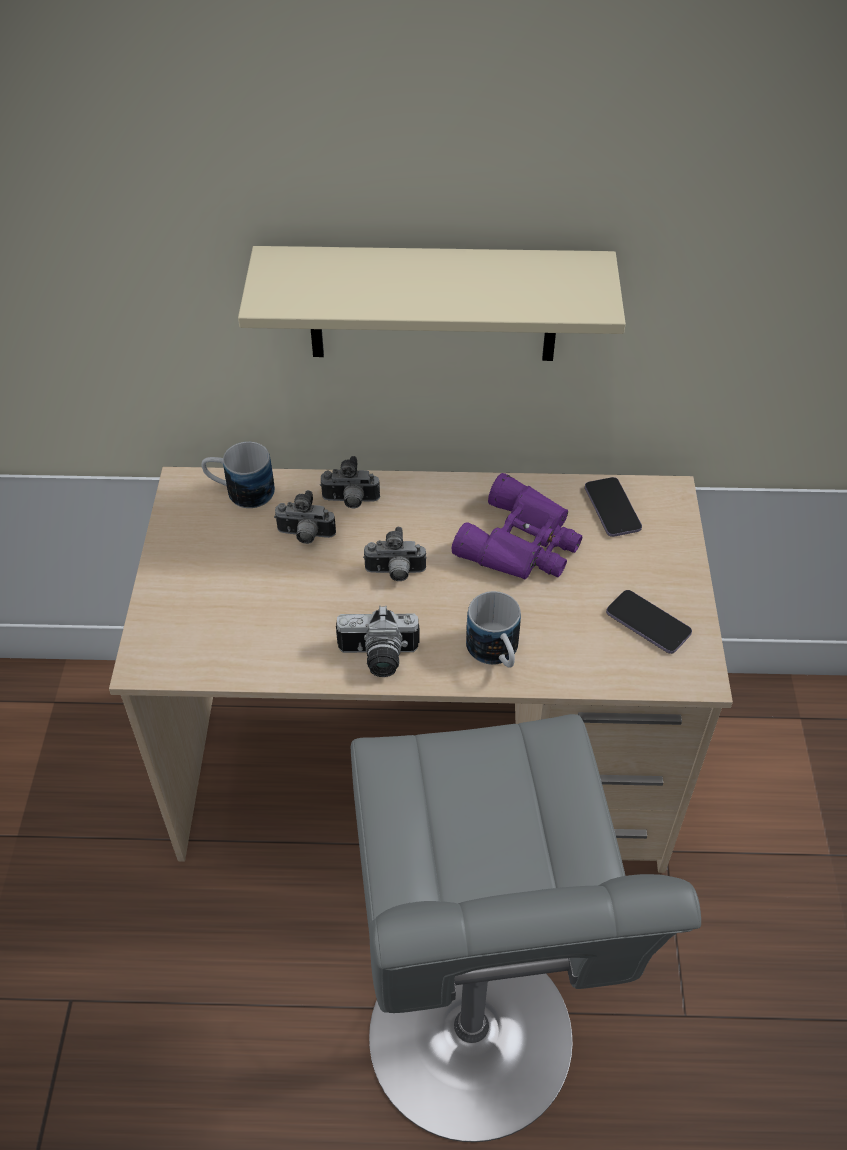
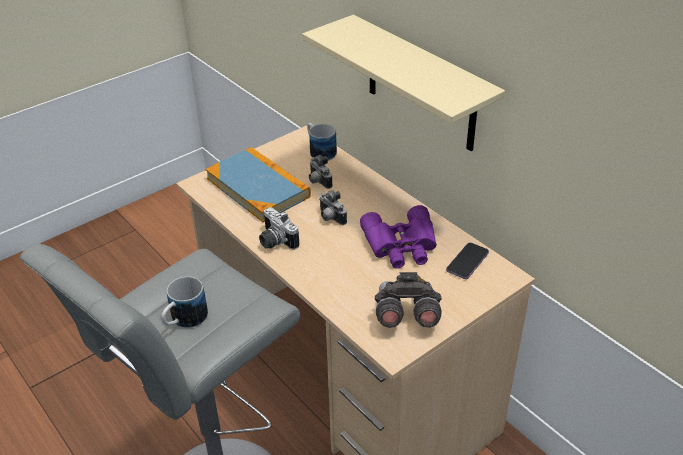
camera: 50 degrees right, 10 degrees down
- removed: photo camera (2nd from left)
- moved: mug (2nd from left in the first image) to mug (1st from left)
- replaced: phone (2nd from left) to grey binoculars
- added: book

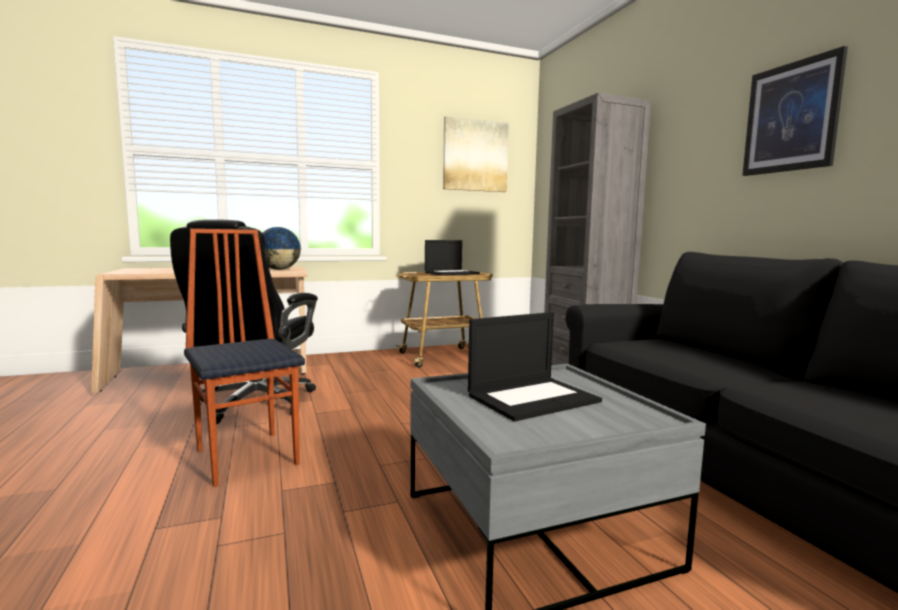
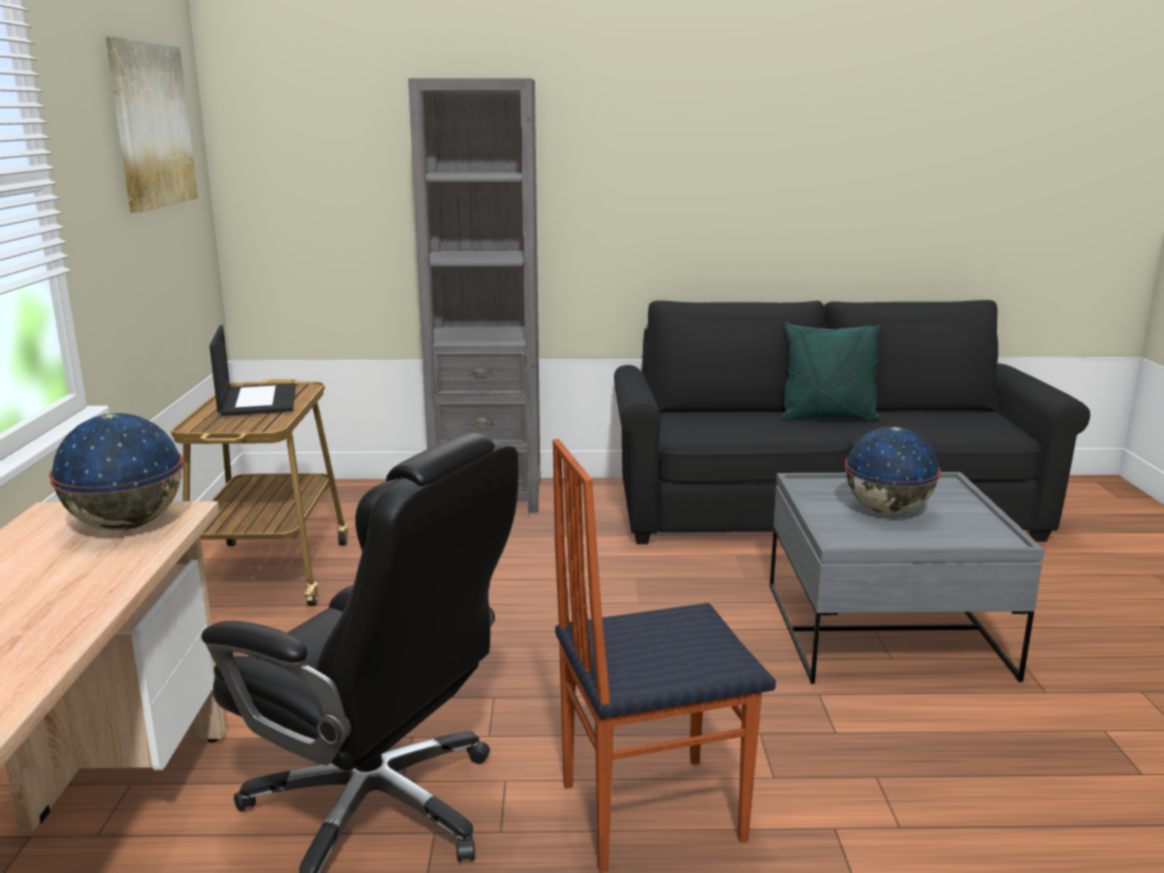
camera: 70 degrees left, 10 degrees up
- replaced: laptop (2nd from left) to globe (2nd from left)
- removed: picture (2nd from left)
- added: green pillow

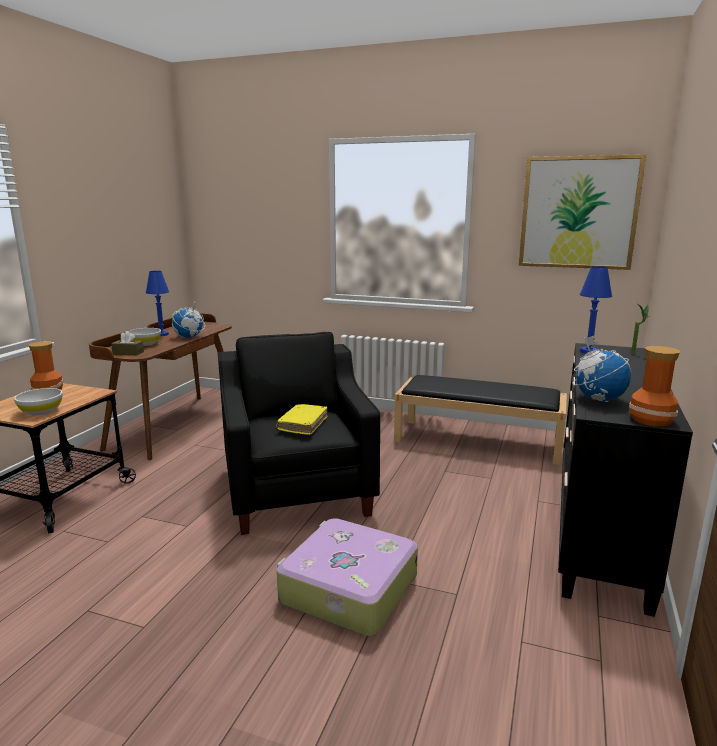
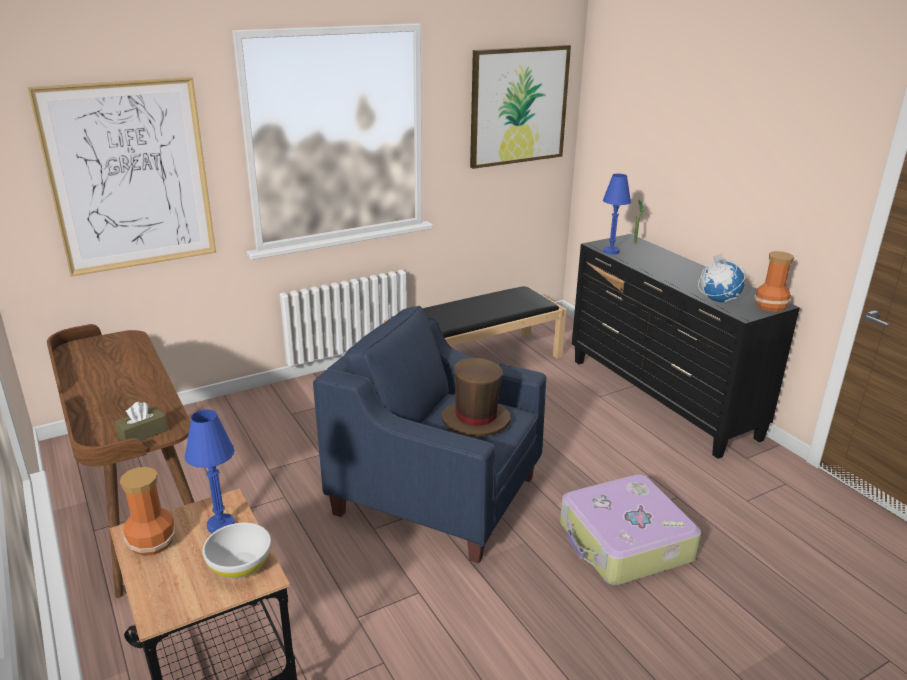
camera: 50 degrees left, 10 degrees up
- removed: white bowl (2nd from left)
- moved: blue table lamp (1st from left)
- removed: globe (1st from left)
- recoloured: black armchair to blue armchair
- replaced: yellow book to brown hat
- added: picture (1st from left)

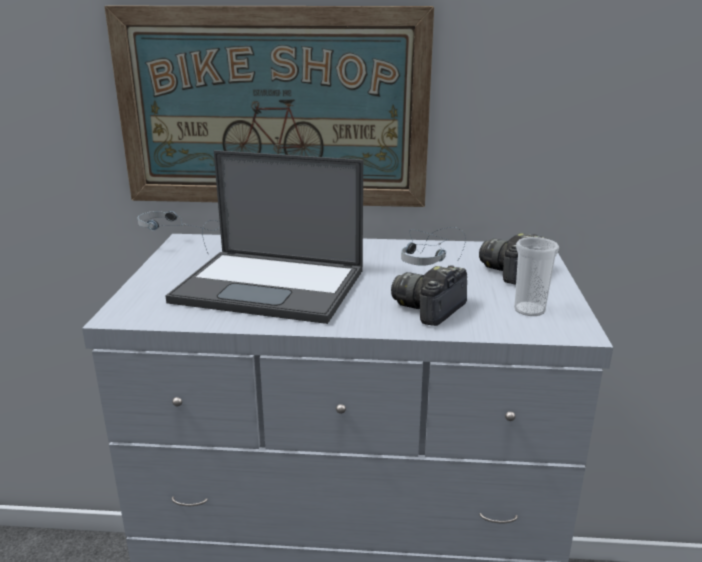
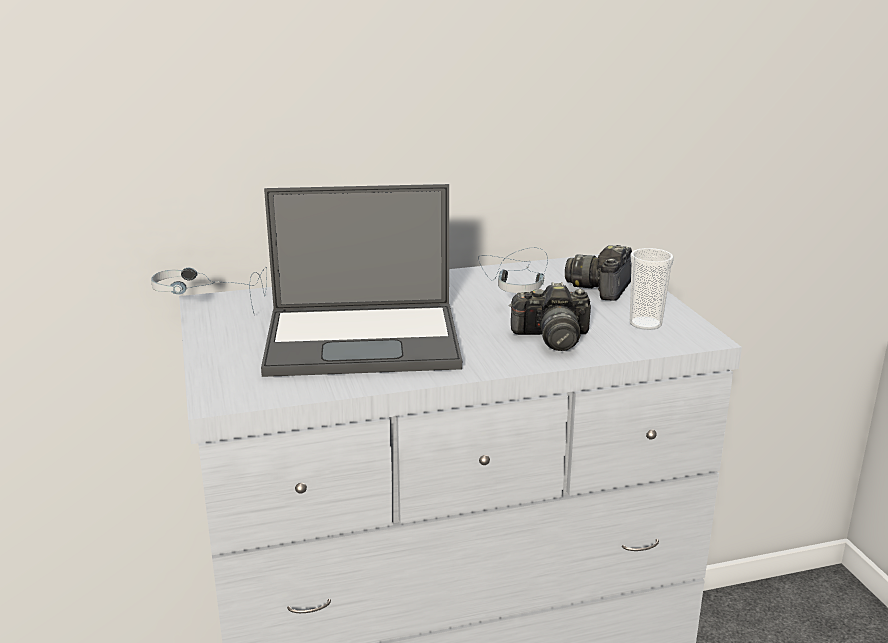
camera: 20 degrees left, 0 degrees up
- removed: picture
- turned: photo camera (1st from left) 105 degrees counterclockwise

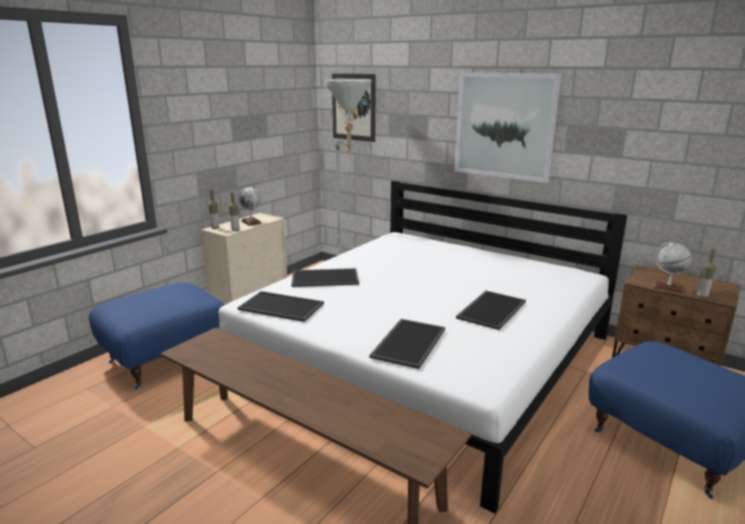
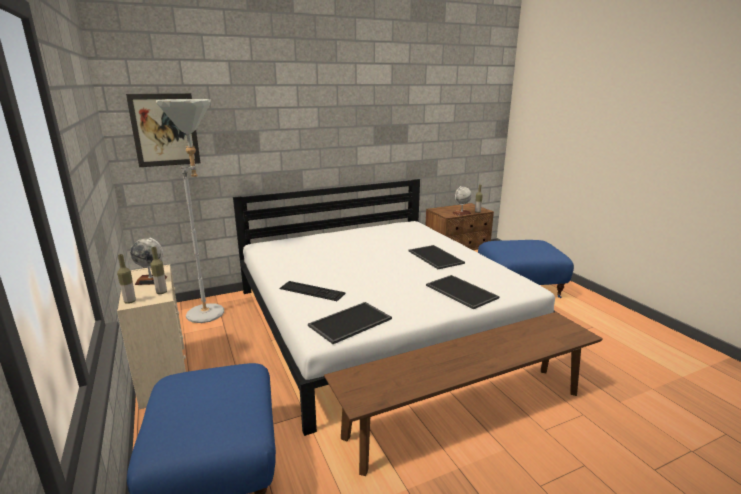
camera: 60 degrees left, 0 degrees up
- replaced: tray (2nd from left) to keyboard
- removed: picture (2nd from left)

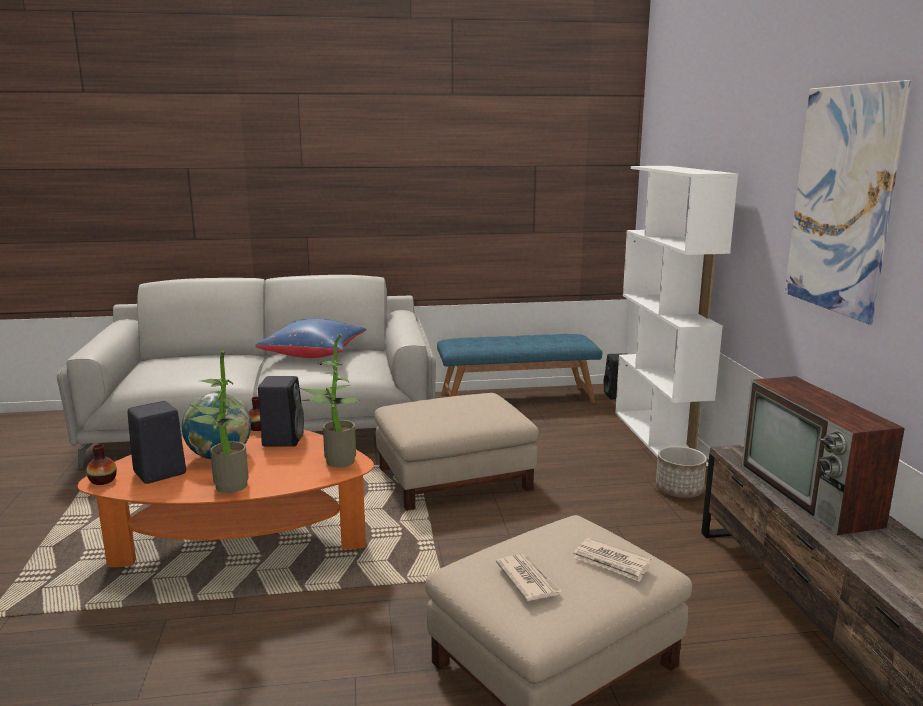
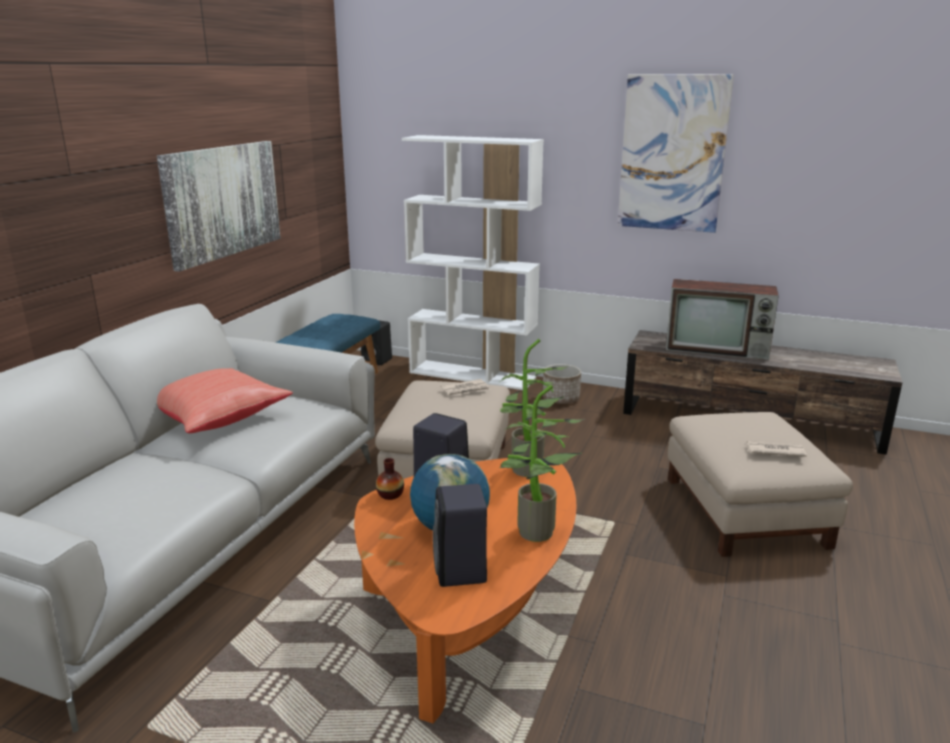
camera: 60 degrees left, 5 degrees up
- removed: vase (1st from left)
- recoloured: blue pillow to red pillow
- moved: newspaper (2nd from left in the first image) to newspaper (1st from left)
- added: picture (1st from left)

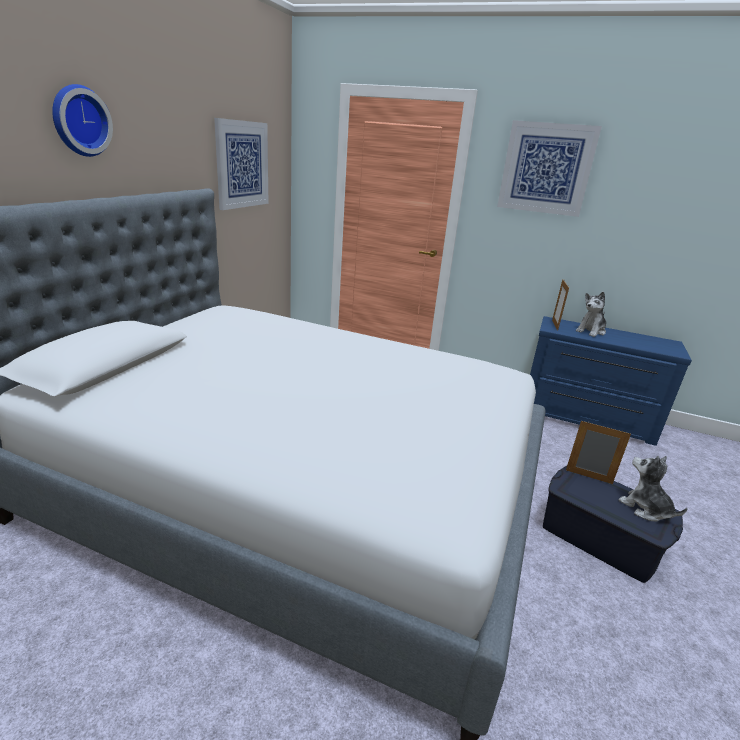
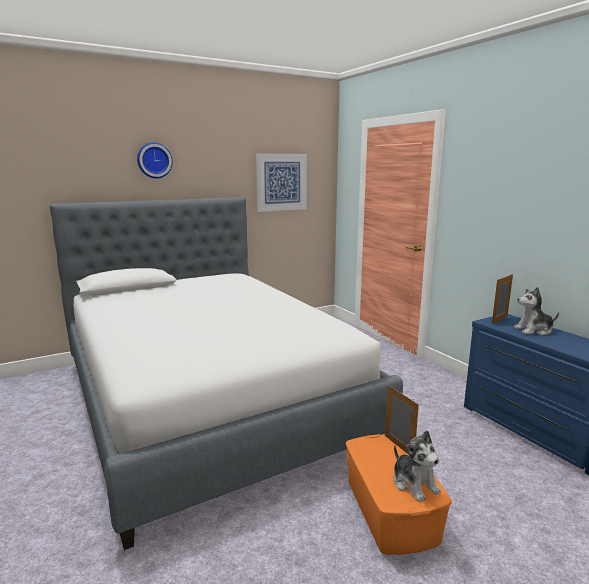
camera: 40 degrees right, 10 degrees down
- removed: picture (2nd from left)
- recoloured: blue storage box to orange storage box
- turned: plush toy (2nd from left in the first image) 150 degrees clockwise

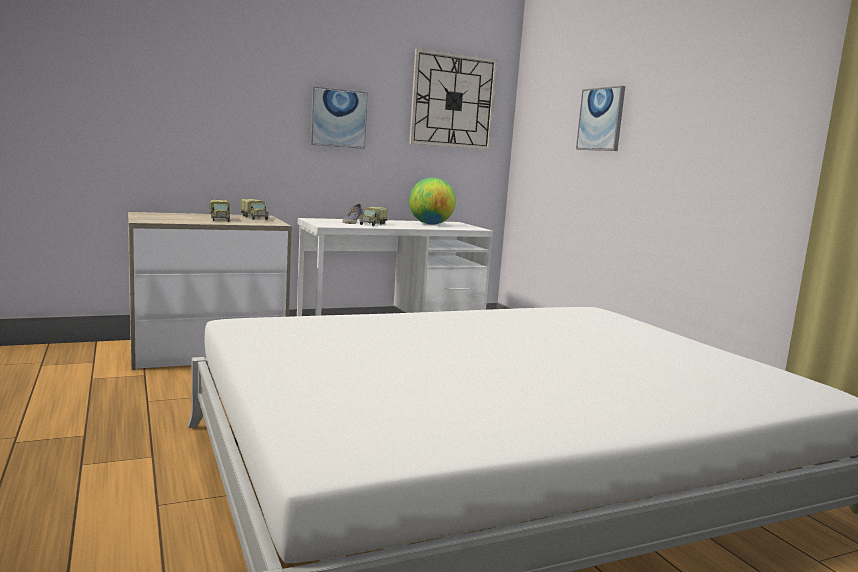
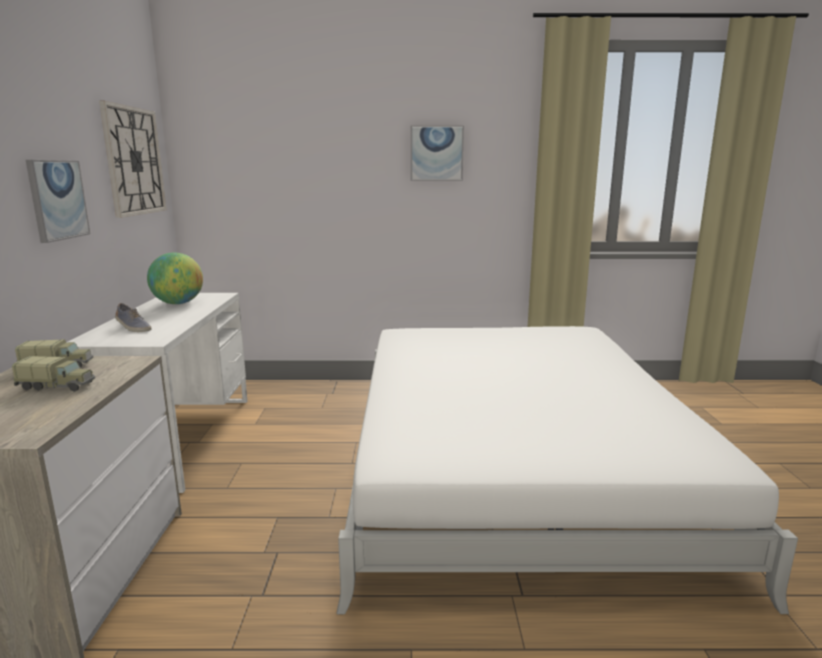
camera: 65 degrees left, 5 degrees up
- removed: toy truck (3rd from left)
- moved: picture (2nd from left)

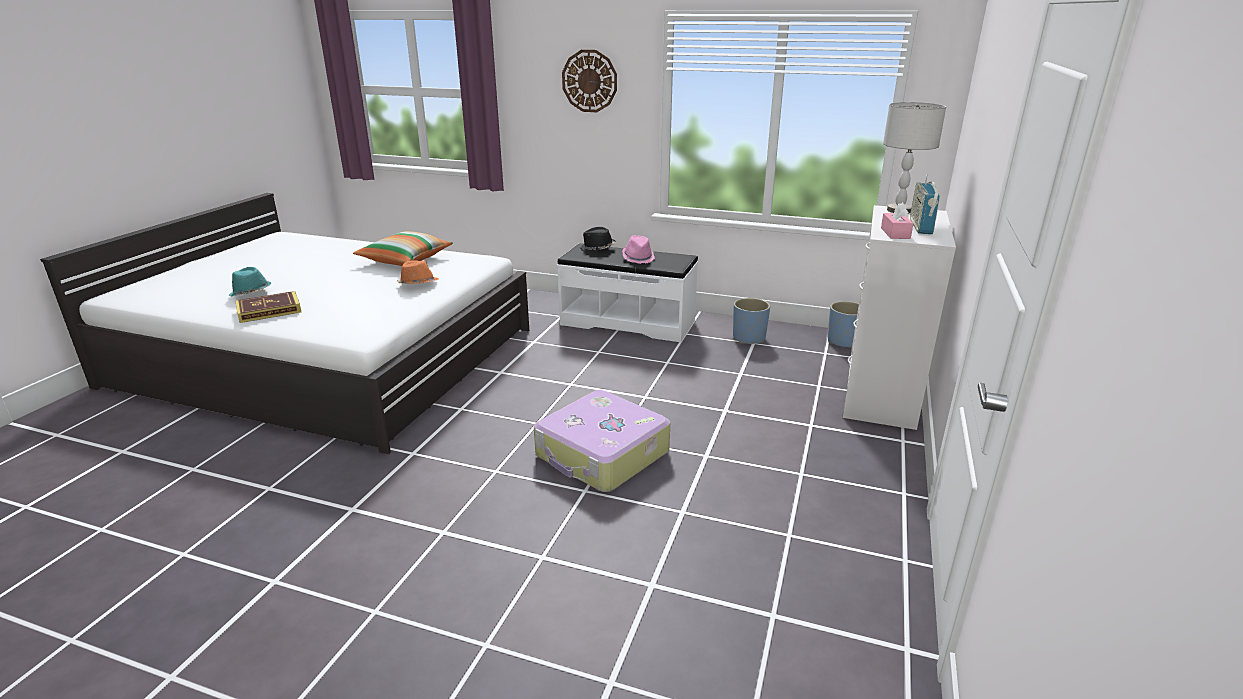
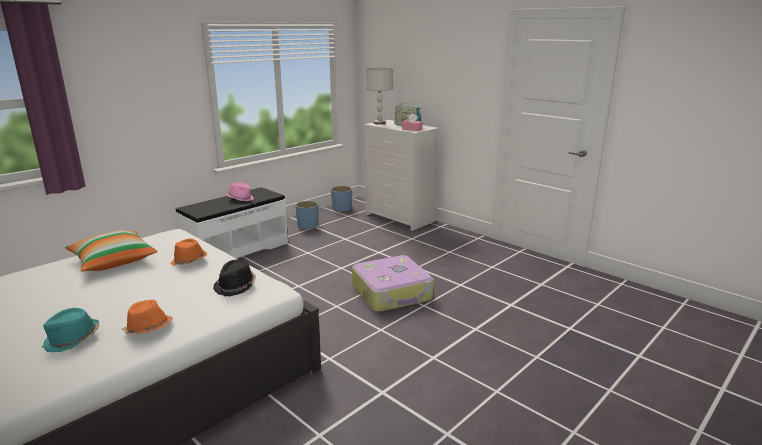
camera: 65 degrees left, 5 degrees down
- replaced: book to orange hat (1st from left)
- removed: wall clock
- moved: black hat

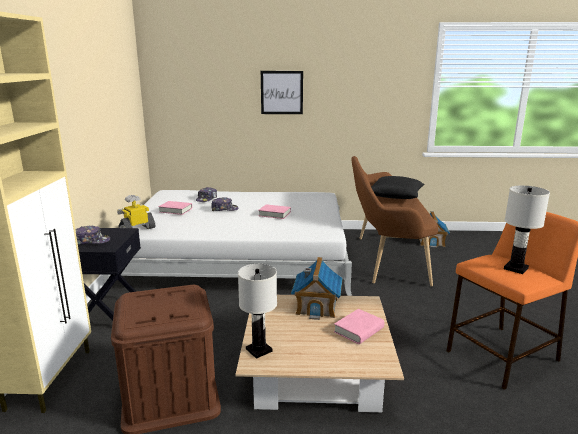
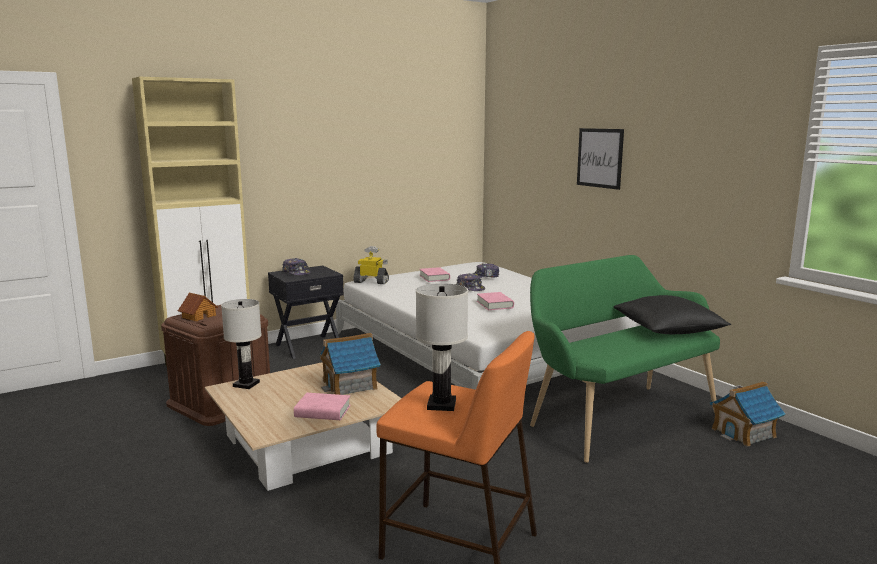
camera: 55 degrees right, 5 degrees down
- recoloured: brown bench to green bench
- added: toy house (1st from left)

